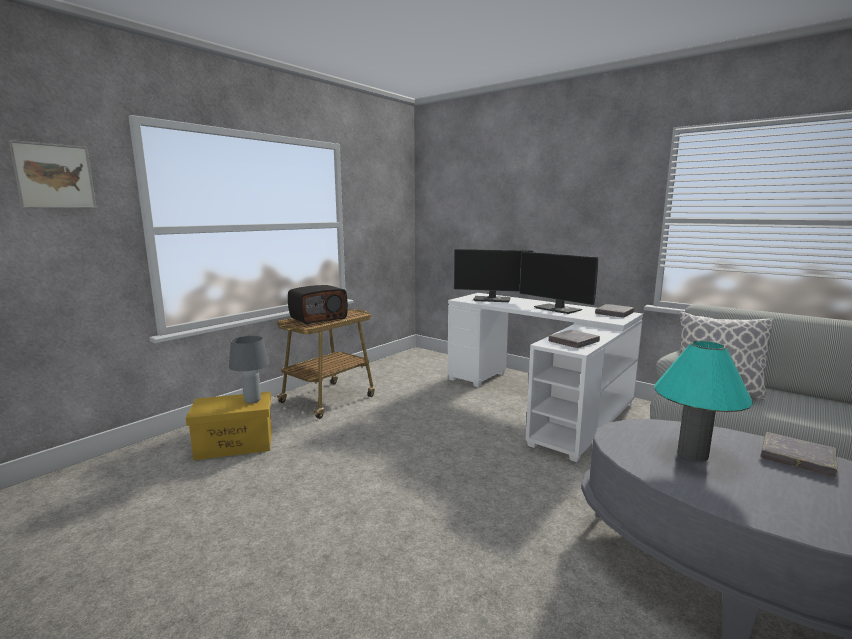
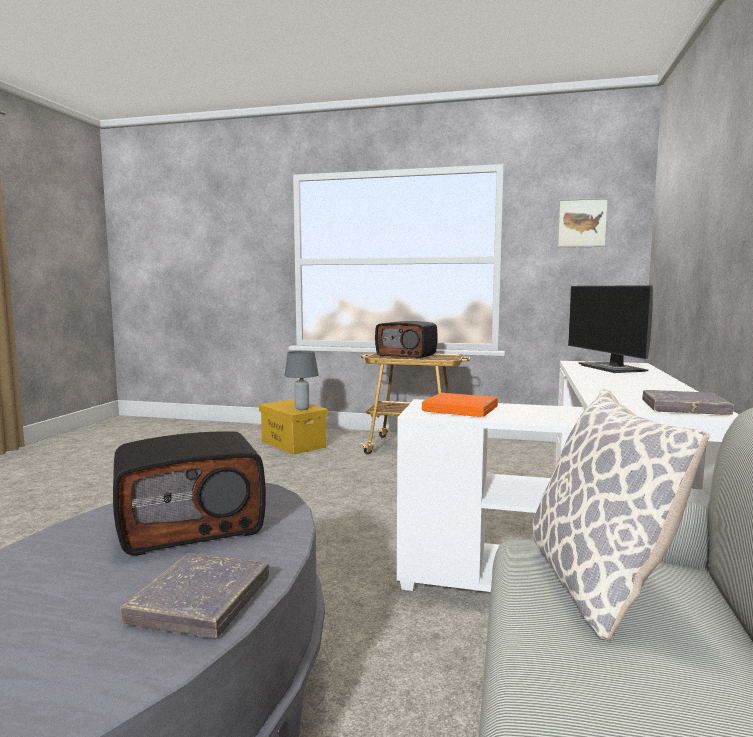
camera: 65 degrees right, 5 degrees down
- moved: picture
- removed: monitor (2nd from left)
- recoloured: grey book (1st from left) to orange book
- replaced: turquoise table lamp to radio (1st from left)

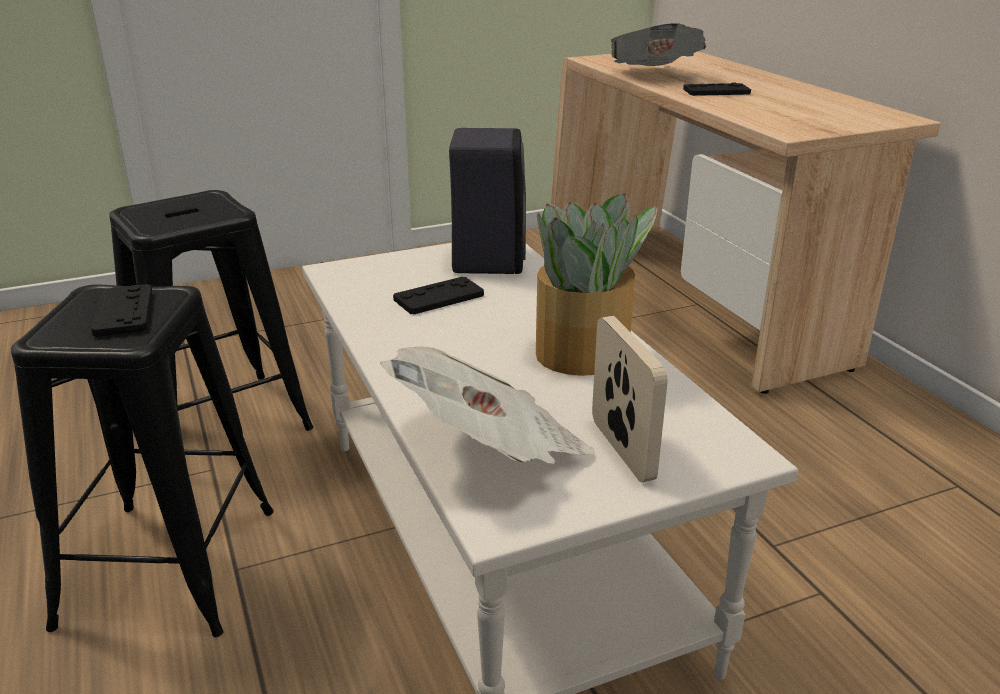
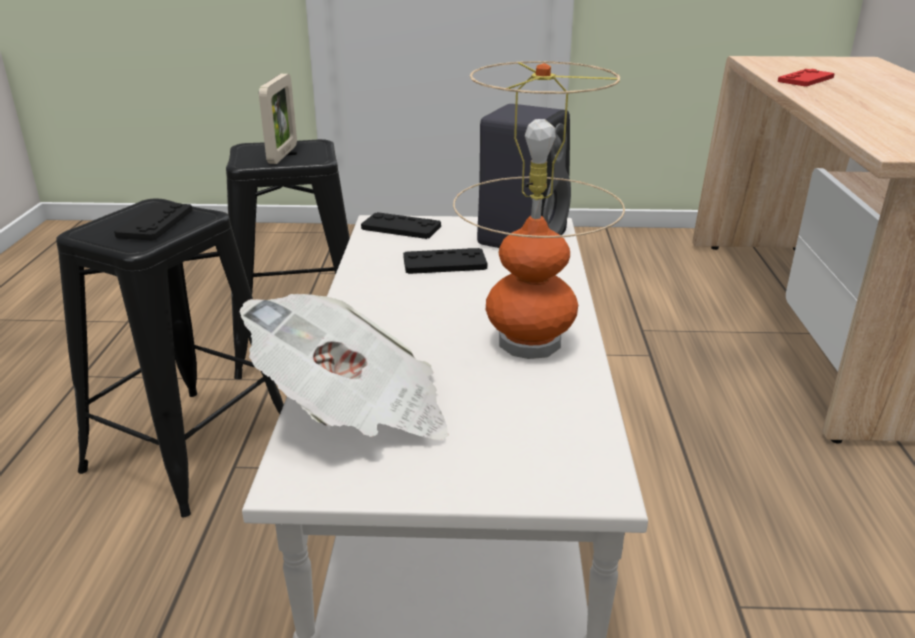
camera: 25 degrees right, 0 degrees up
- replaced: potted plant to table lamp
- moved: picture frame
- replaced: newspaper (2nd from left) to red game controller
- moved: black game controller (3rd from left in the first image) to black game controller (2nd from left)

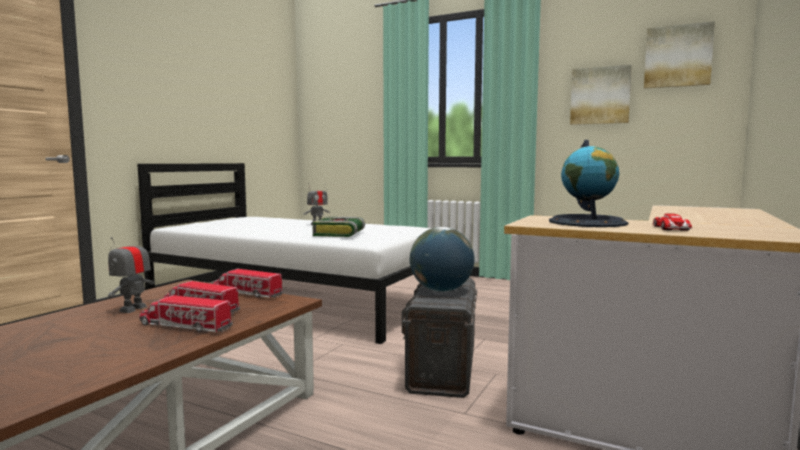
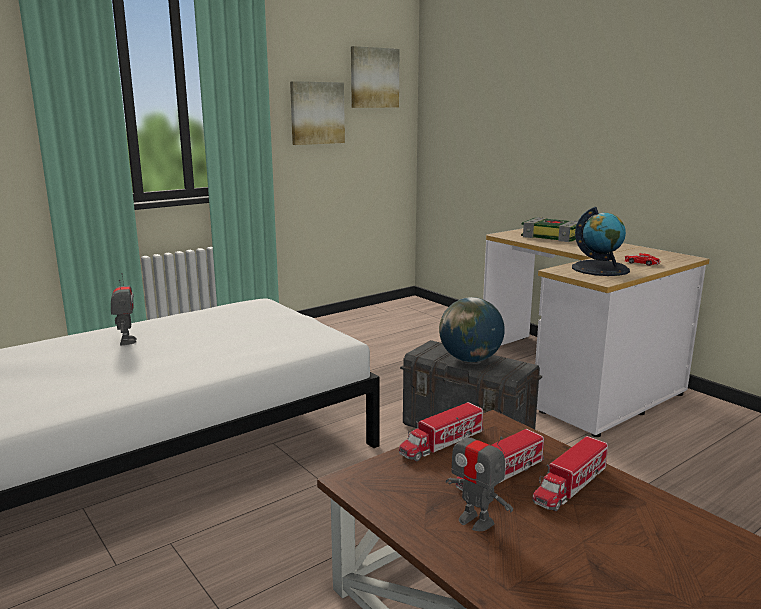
camera: 65 degrees left, 10 degrees up
- moved: book

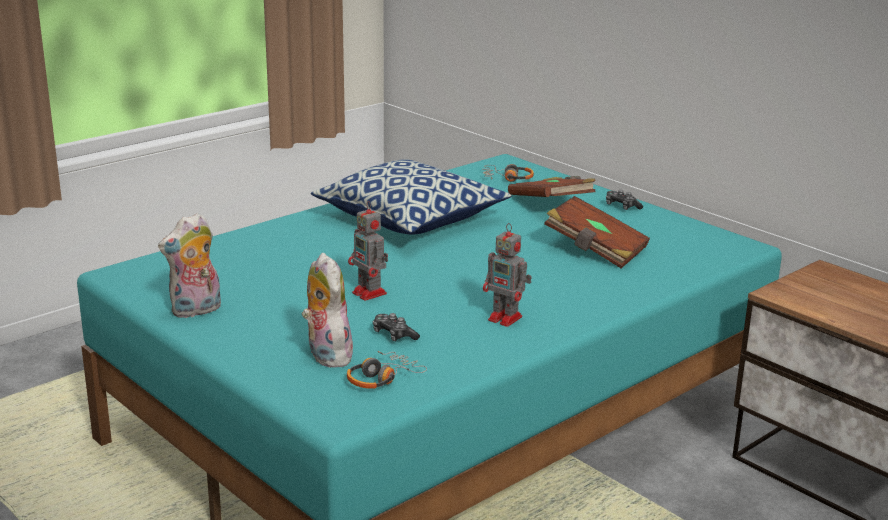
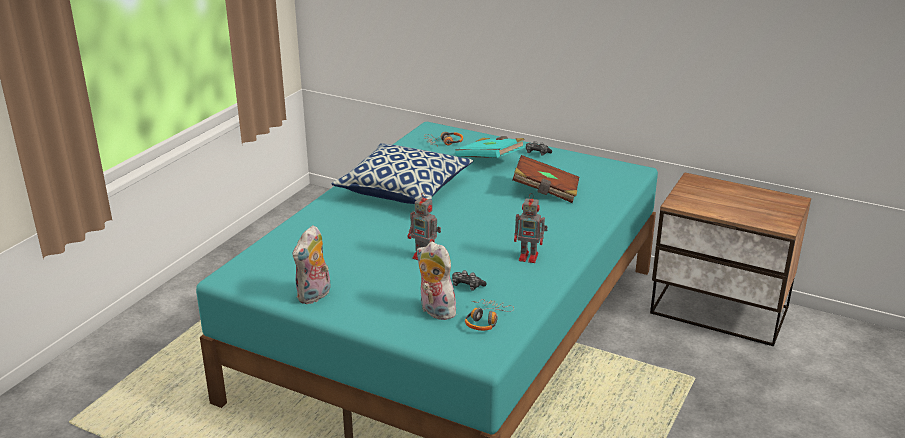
camera: 20 degrees left, 5 degrees up
- recoloured: brown book (1st from left) to turquoise book

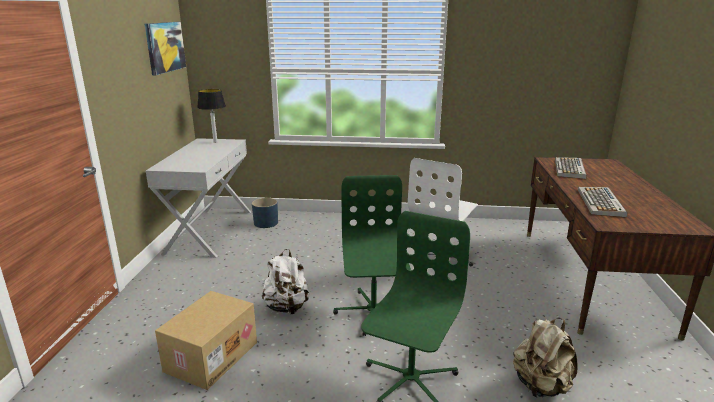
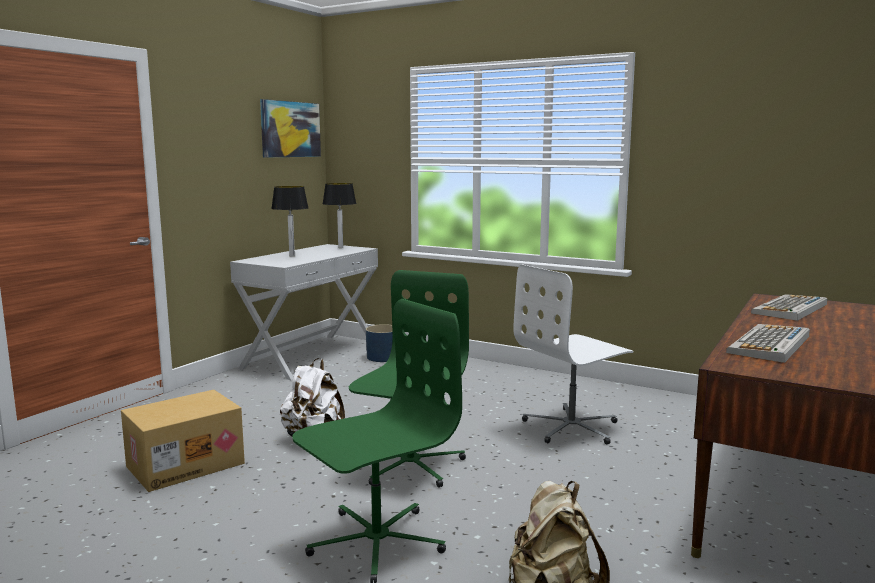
camera: 25 degrees right, 10 degrees down
- added: table lamp (1st from left)

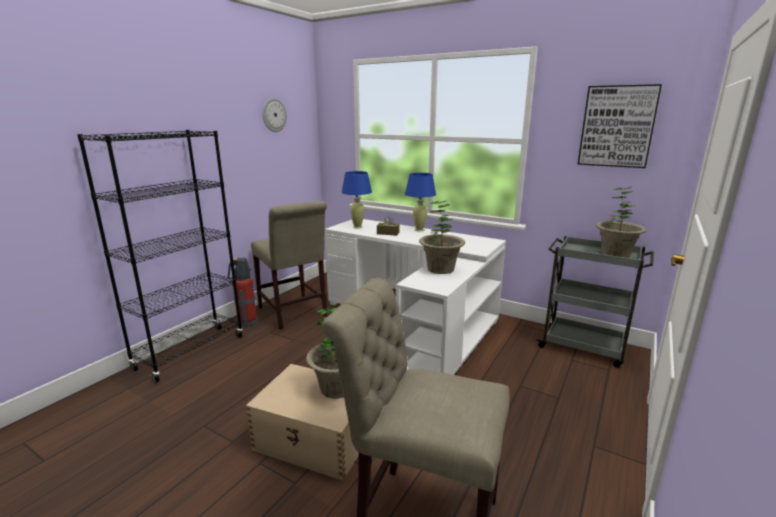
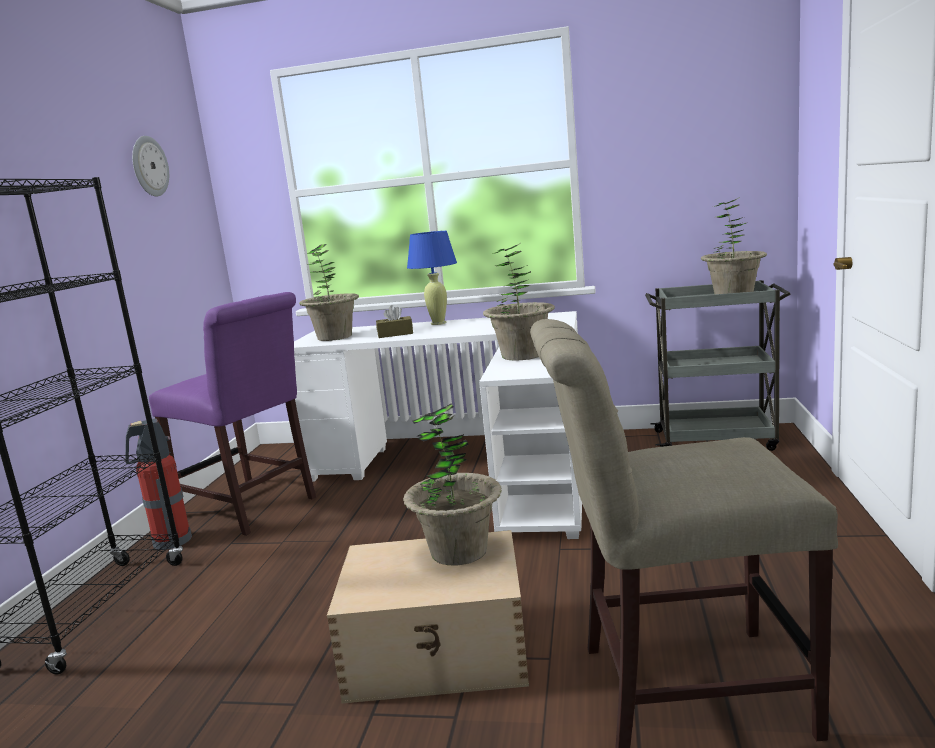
camera: 20 degrees left, 5 degrees down
- recoloured: beige chair (1st from left) to purple chair
- replaced: blue table lamp (1st from left) to potted plant (1st from left)
- removed: picture

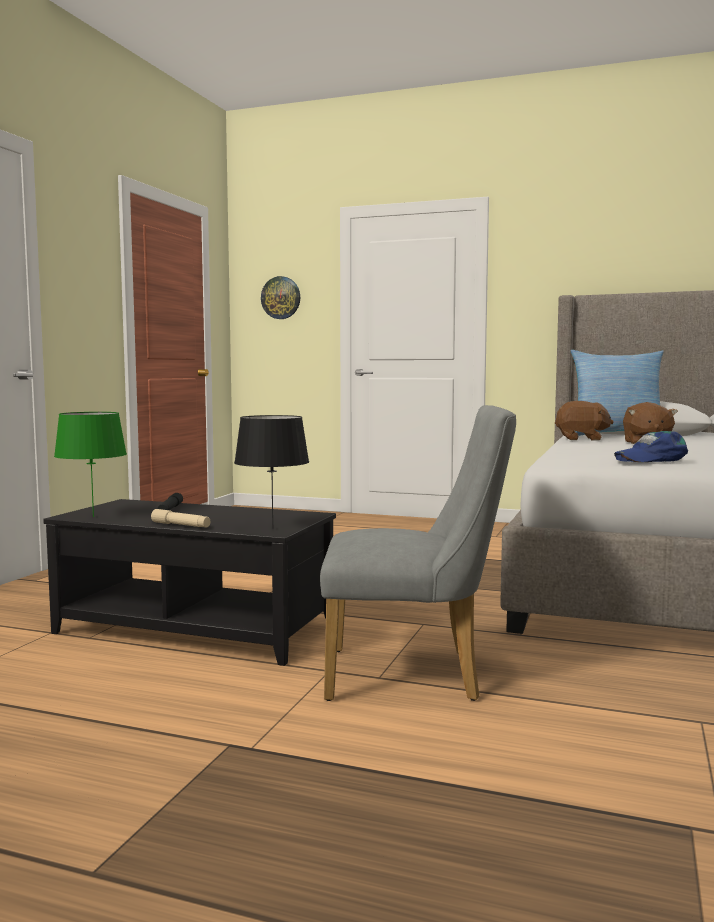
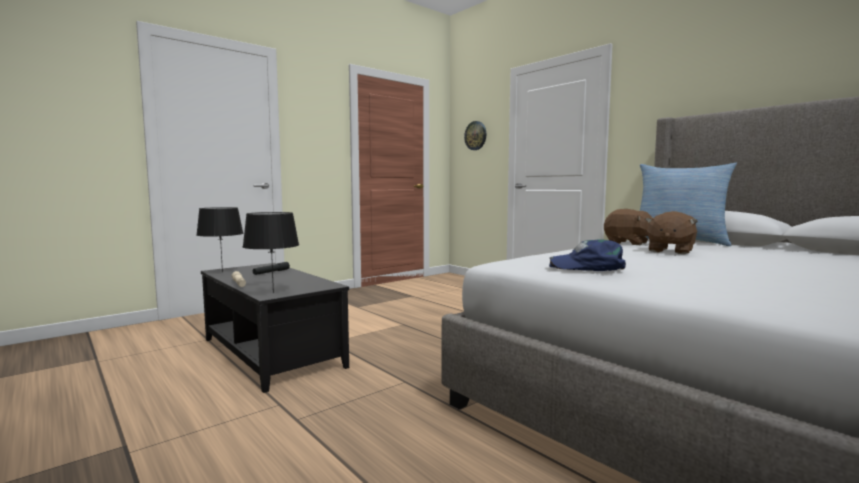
camera: 30 degrees right, 0 degrees up
- recoloured: green table lamp to black table lamp (1st from left)
- removed: grey chair

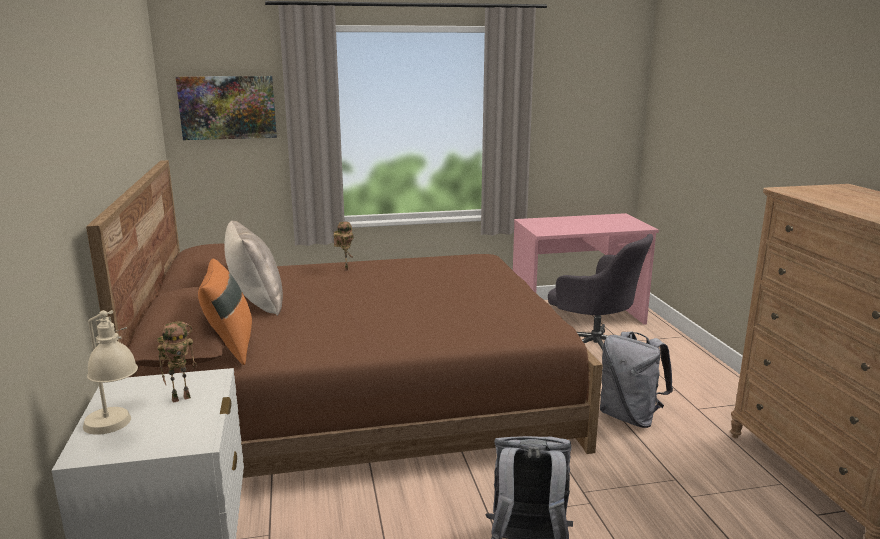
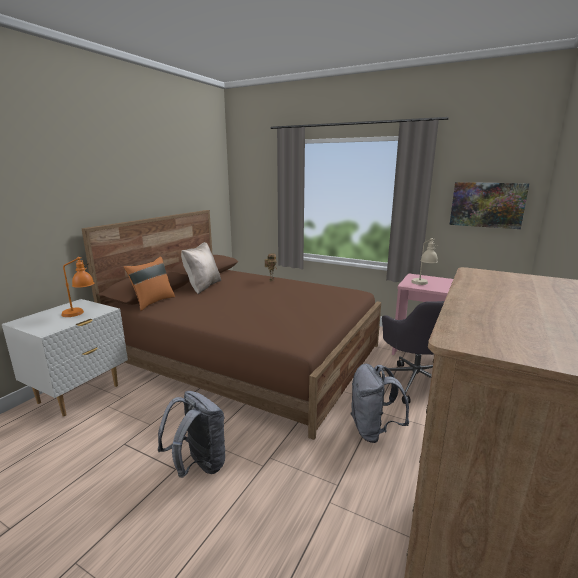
camera: 40 degrees right, 0 degrees up
- moved: beige table lamp
- replaced: toy robot (1st from left) to orange table lamp
- moved: picture

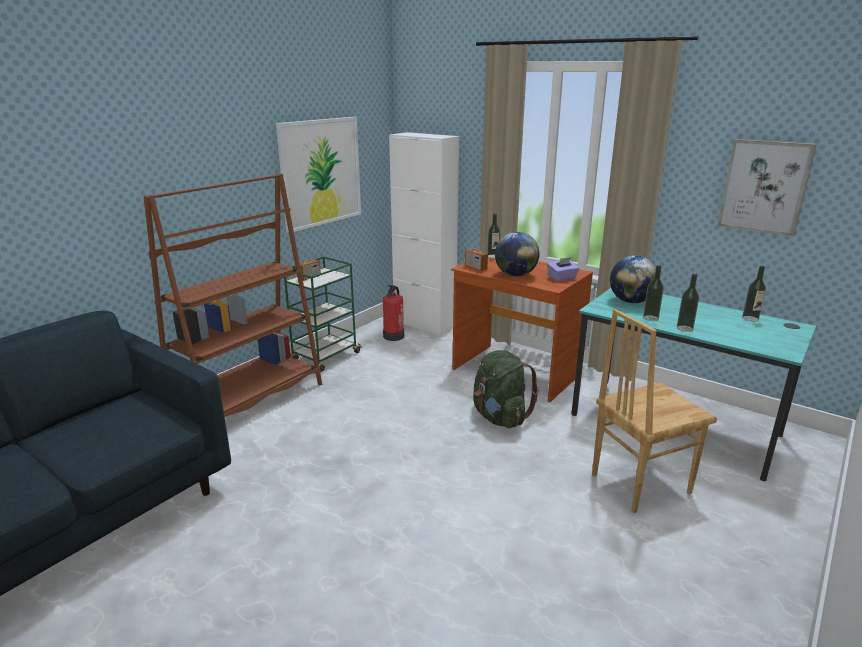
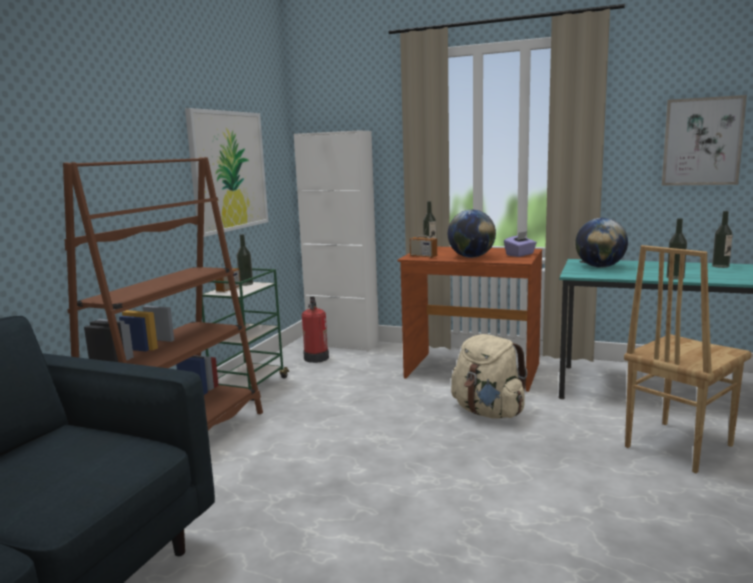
camera: 15 degrees left, 10 degrees down
- recoloured: green backpack to beige backpack
- moved: bottle (2nd from left in the first image) to bottle (1st from left)

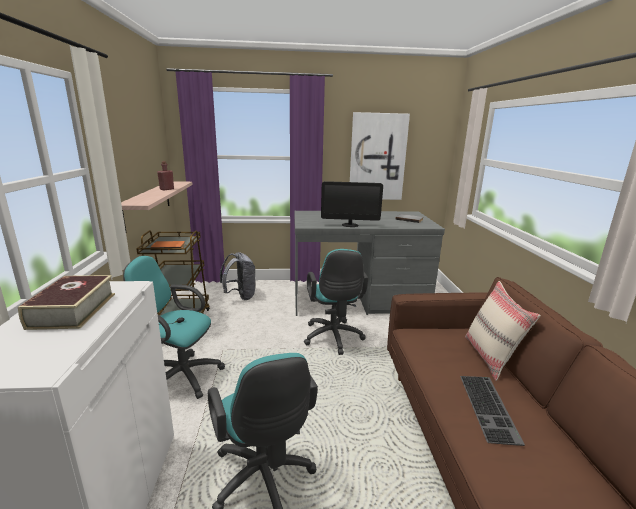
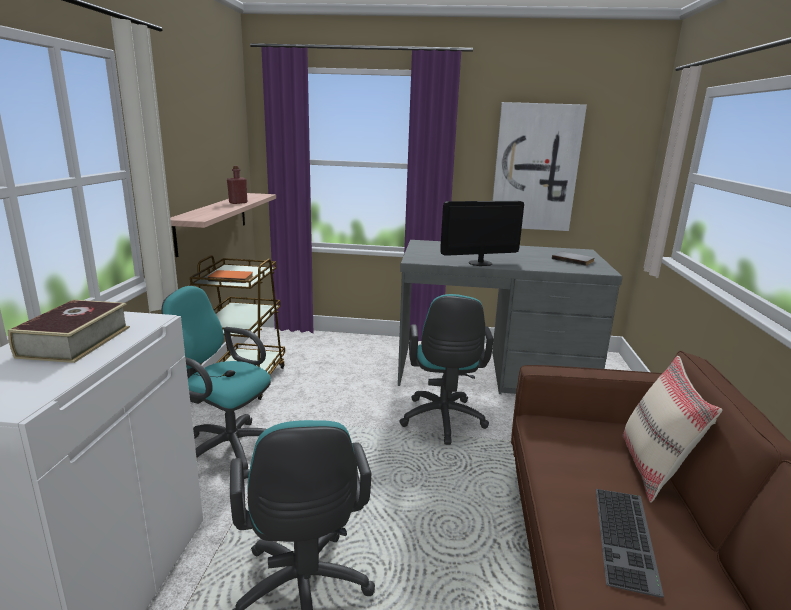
camera: 10 degrees right, 0 degrees up
- removed: grey backpack
- turned: monitor 150 degrees clockwise

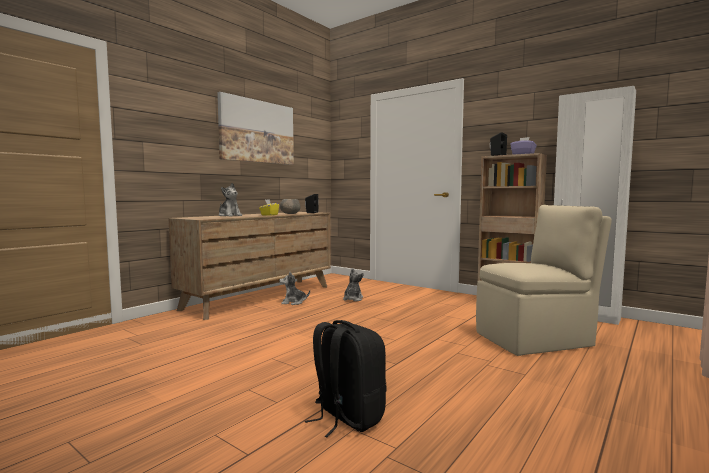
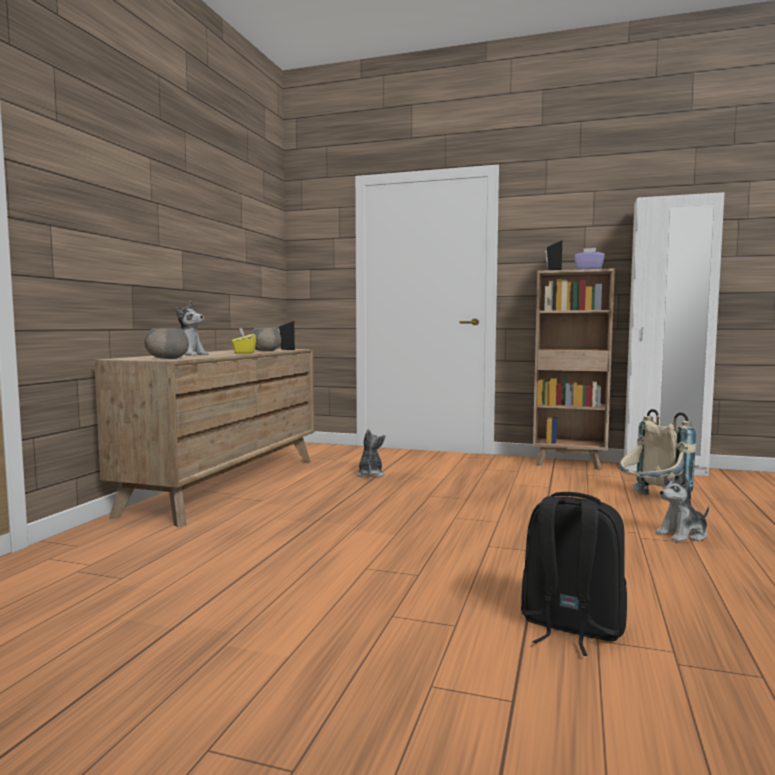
camera: 20 degrees left, 0 degrees up
- removed: picture
- moved: plush toy (2nd from left in the first image) to plush toy (3rd from left)
- replaced: beige chair to beige backpack
- added: grey bowl (1st from left)

